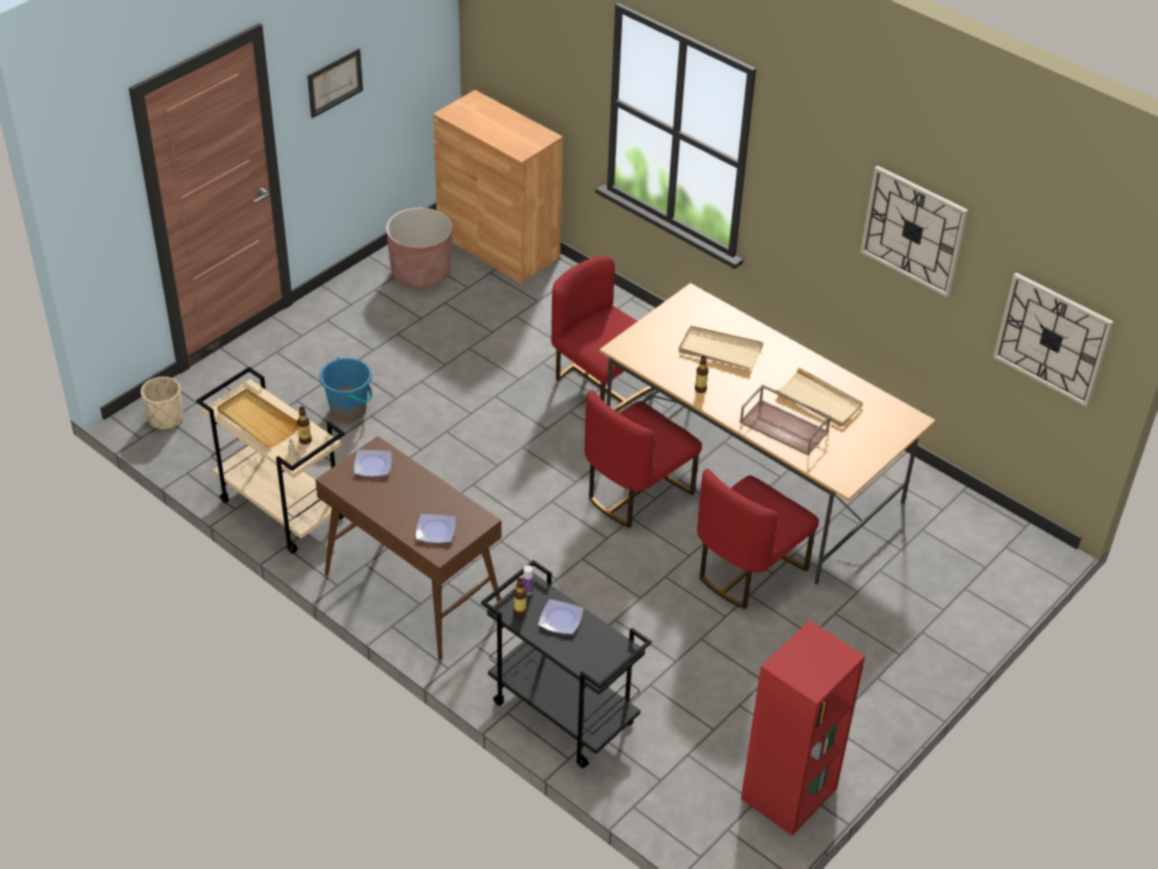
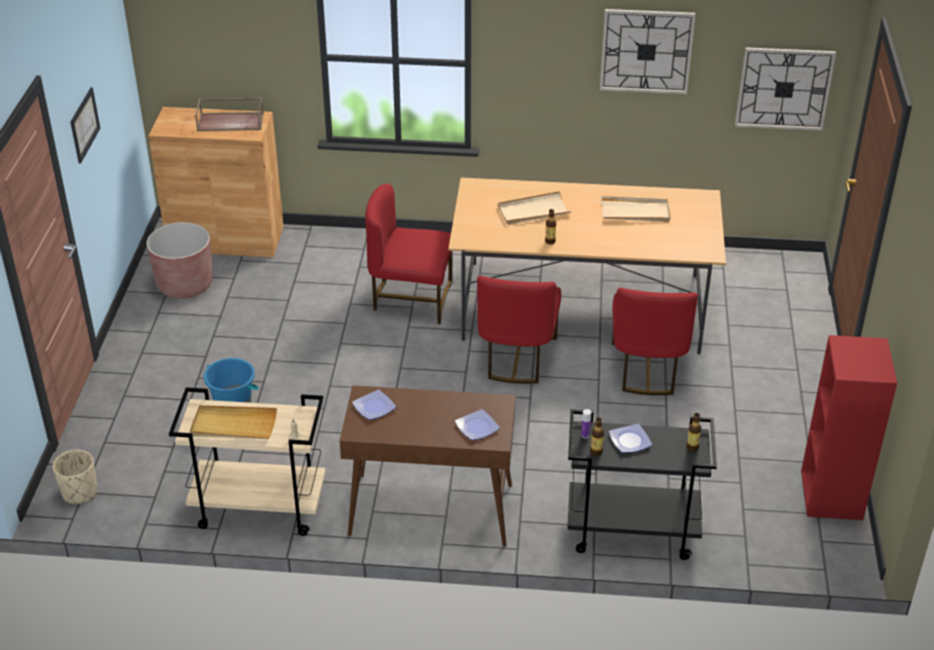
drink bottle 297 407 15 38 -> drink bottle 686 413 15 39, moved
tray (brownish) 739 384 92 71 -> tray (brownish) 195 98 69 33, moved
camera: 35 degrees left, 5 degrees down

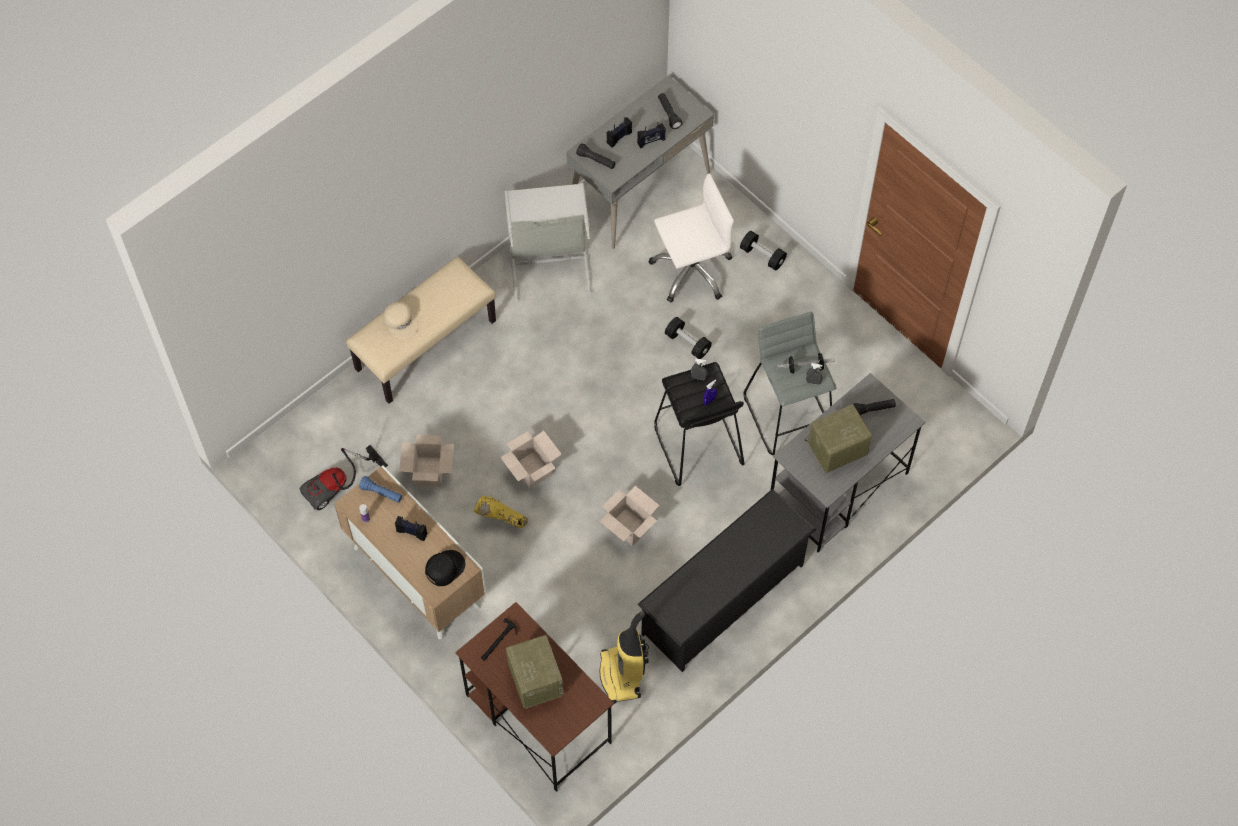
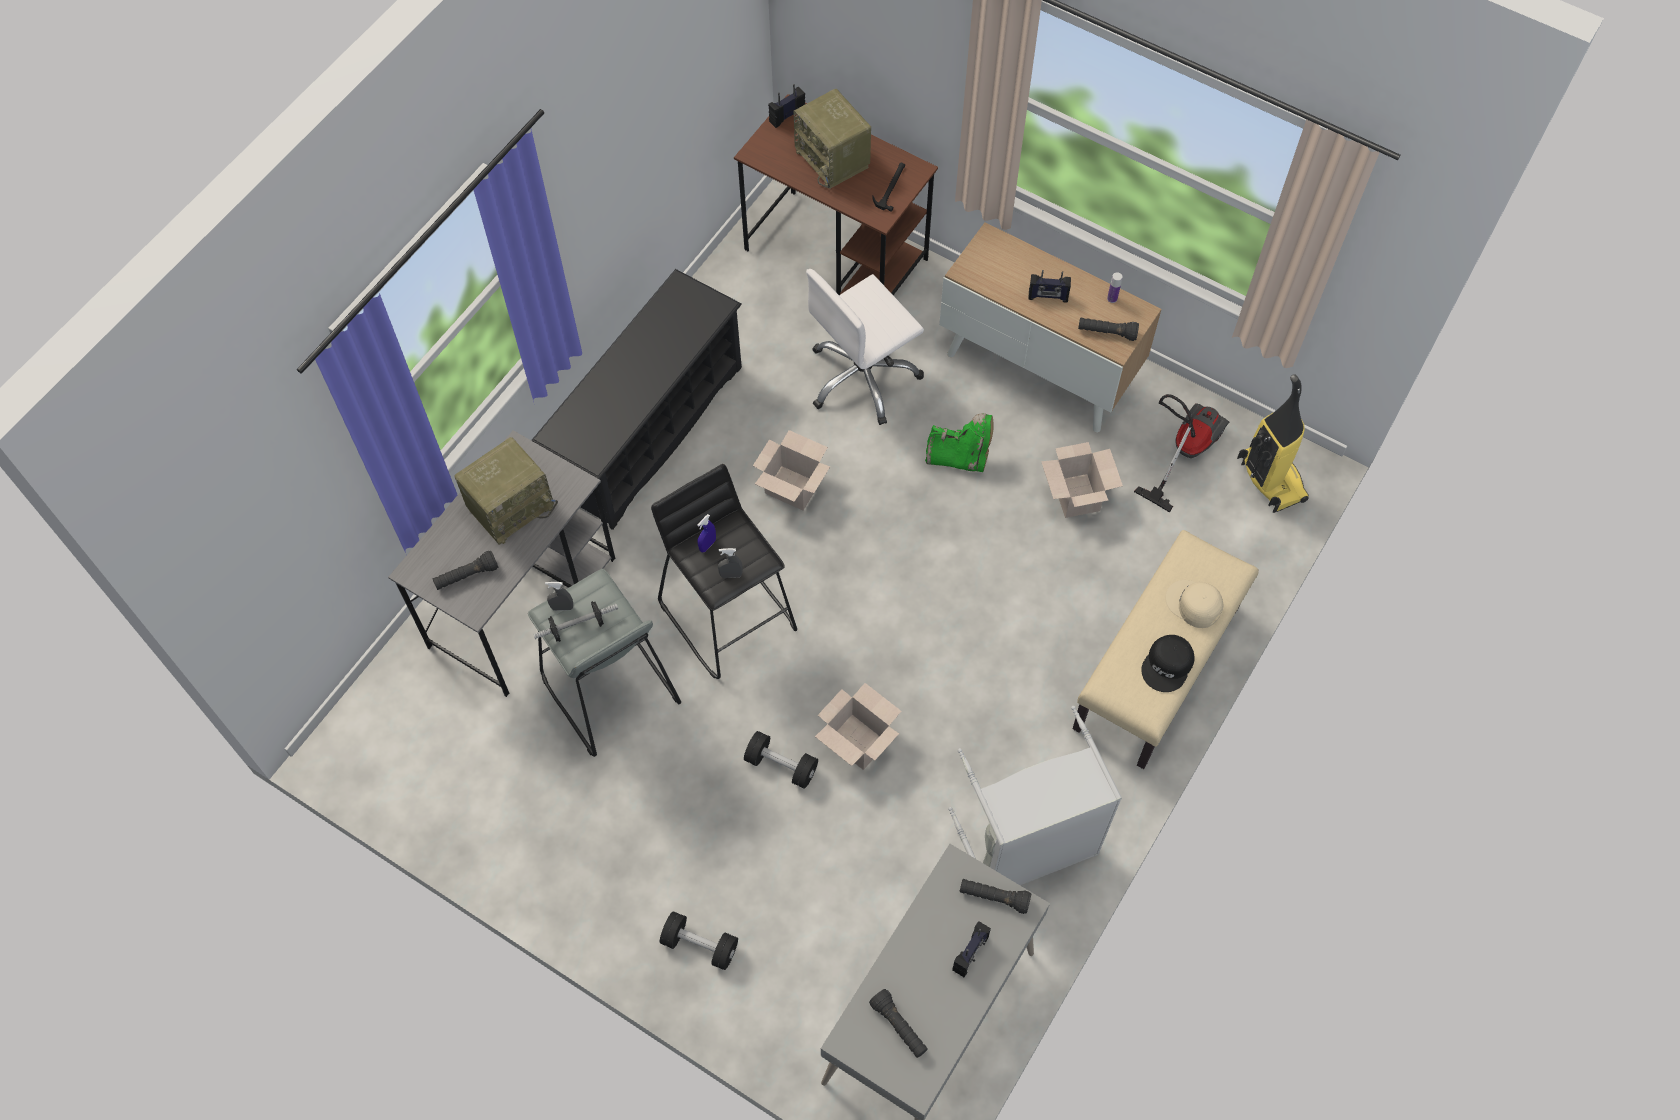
cap (black) 425 550 40 36 -> cap (black) 1141 635 54 57, moved
cardboard box 500 431 62 57 -> cardboard box 815 683 86 87, moved
vacuum cleaner 599 611 50 92 -> vacuum cleaner 1237 374 72 139, moved
radio 637 122 29 26 -> radio 768 84 37 44, moved
desk chair (whitish) 649 173 85 130 -> desk chair (whitish) 806 269 118 156, moved
hand torch (blue-coloured) 359 476 43 27 -> hand torch (black) 1078 318 61 23
high-top boot (yellow-coloured) 474 496 54 32 -> high-top boot (greenish) 925 413 69 59
camera: 165 degrees right, 0 degrees up

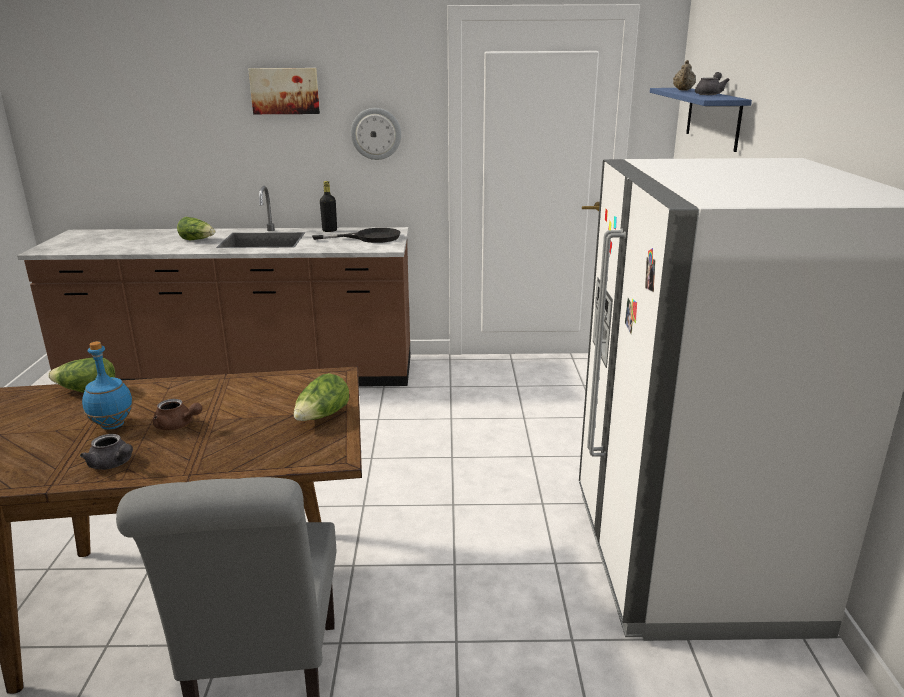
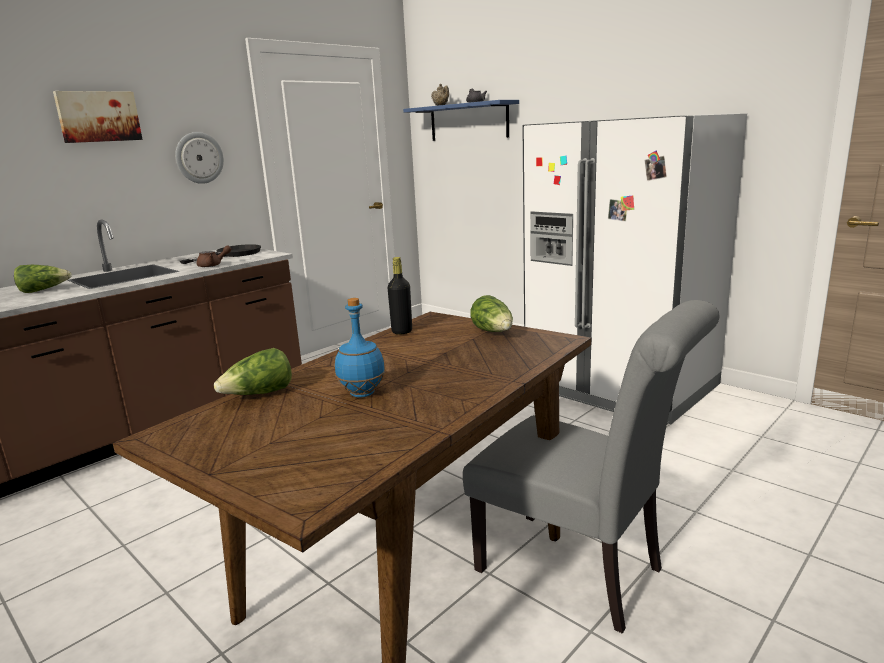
tea pot (greyish) 80 434 53 36 -> none
tea pot (brownish) 153 399 49 31 -> tea pot (brownish) 197 246 35 21, moved
drink bottle (black) 320 181 17 51 -> drink bottle (black) 388 257 24 78, moved
camera: 45 degrees left, 5 degrees down

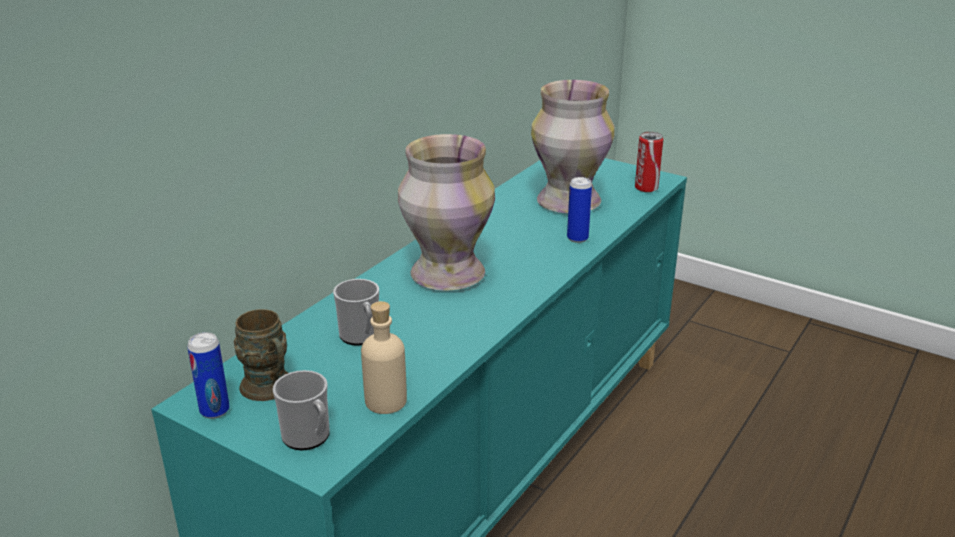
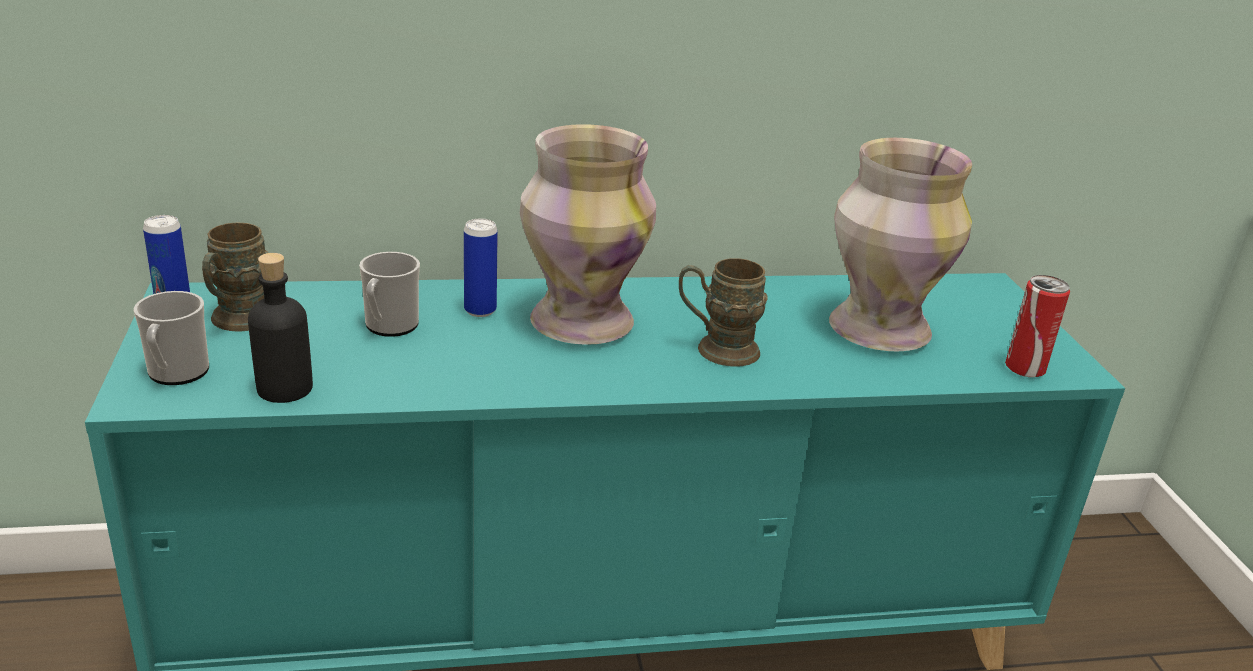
none -> tea mug (brownish) 679 258 89 109
sealed can 567 177 25 66 -> sealed can 464 218 34 99, moved
drink bottle (sand-coloured) 361 301 46 113 -> drink bottle (black) 248 253 65 150
camera: 45 degrees right, 0 degrees up

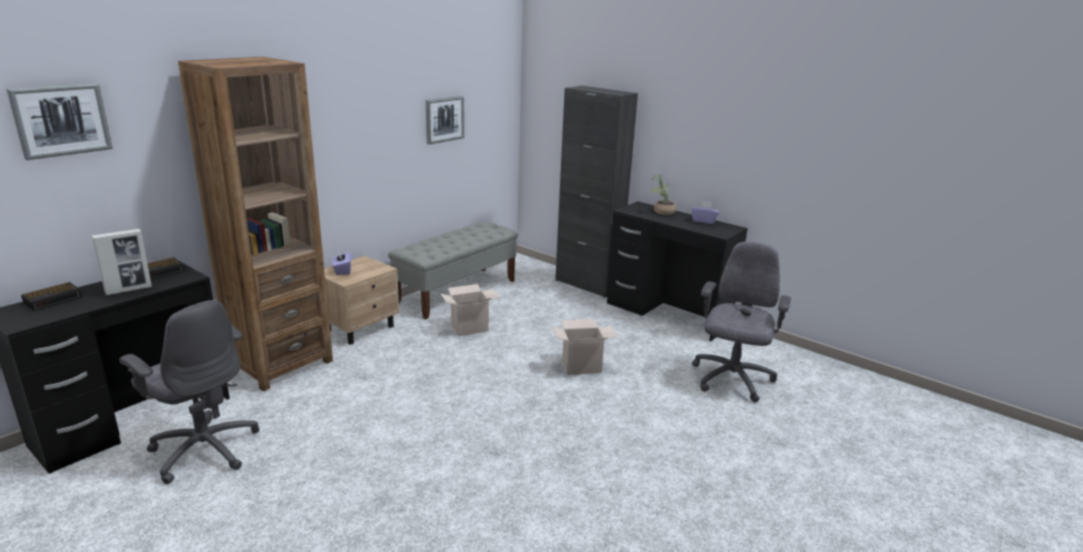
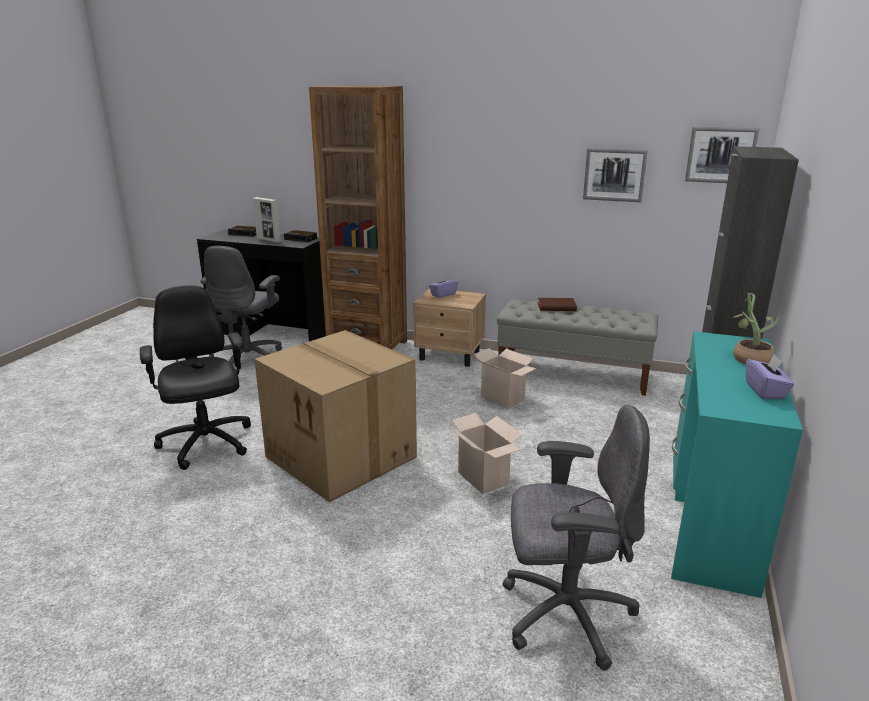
none -> desk chair (black) 140 285 111 185
none -> cardboard box 254 330 163 172
none -> book (brownish) 538 298 39 13
wall art 6 83 107 77 -> wall art 685 127 75 56, moved
desk table (black) 606 201 142 140 -> desk table (turquoise-coloured) 671 331 132 267
camera: 70 degrees right, 0 degrees up

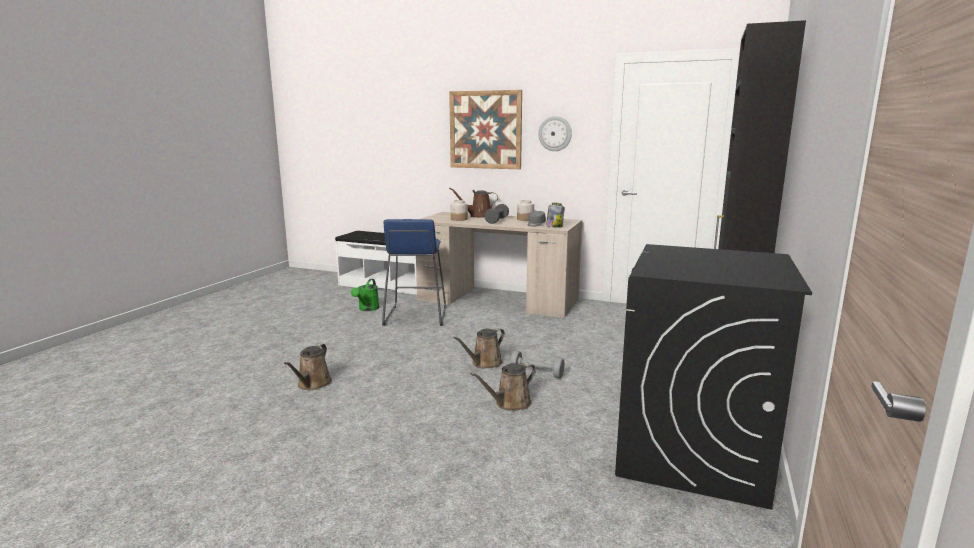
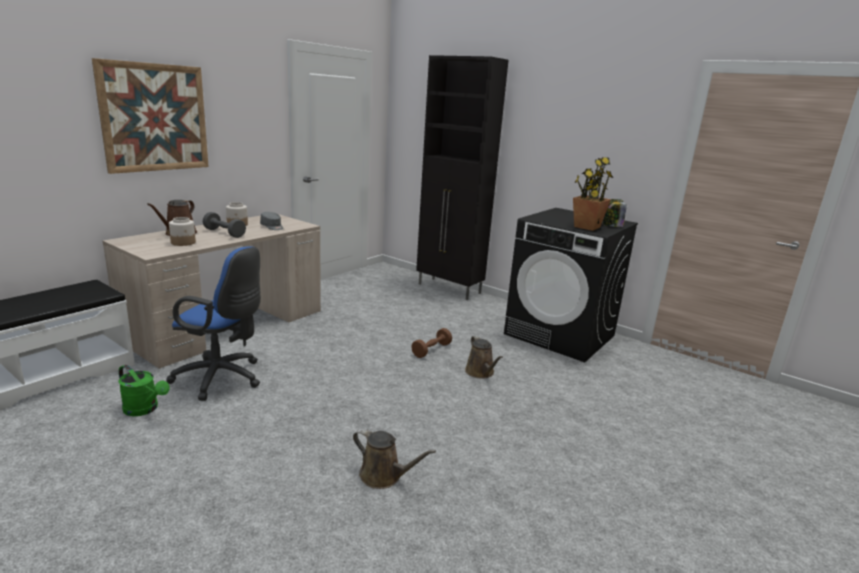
watering pot (brownish) 453 328 52 41 -> none
wall clock 538 116 34 35 -> none
none -> houseplant 573 157 40 74
jar 546 203 18 25 -> jar 603 199 24 28, moved
sitting stool (blue-coloured) 382 219 64 107 -> desk chair (blue-coloured) 166 246 95 155
dumbbell (greyish) 510 351 55 27 -> dumbbell (brownish) 411 328 41 30
camera: 75 degrees left, 5 degrees up

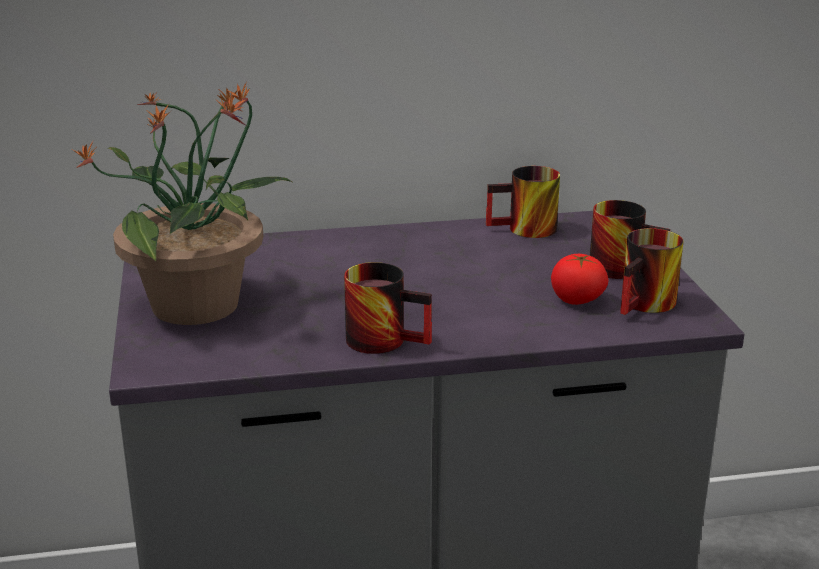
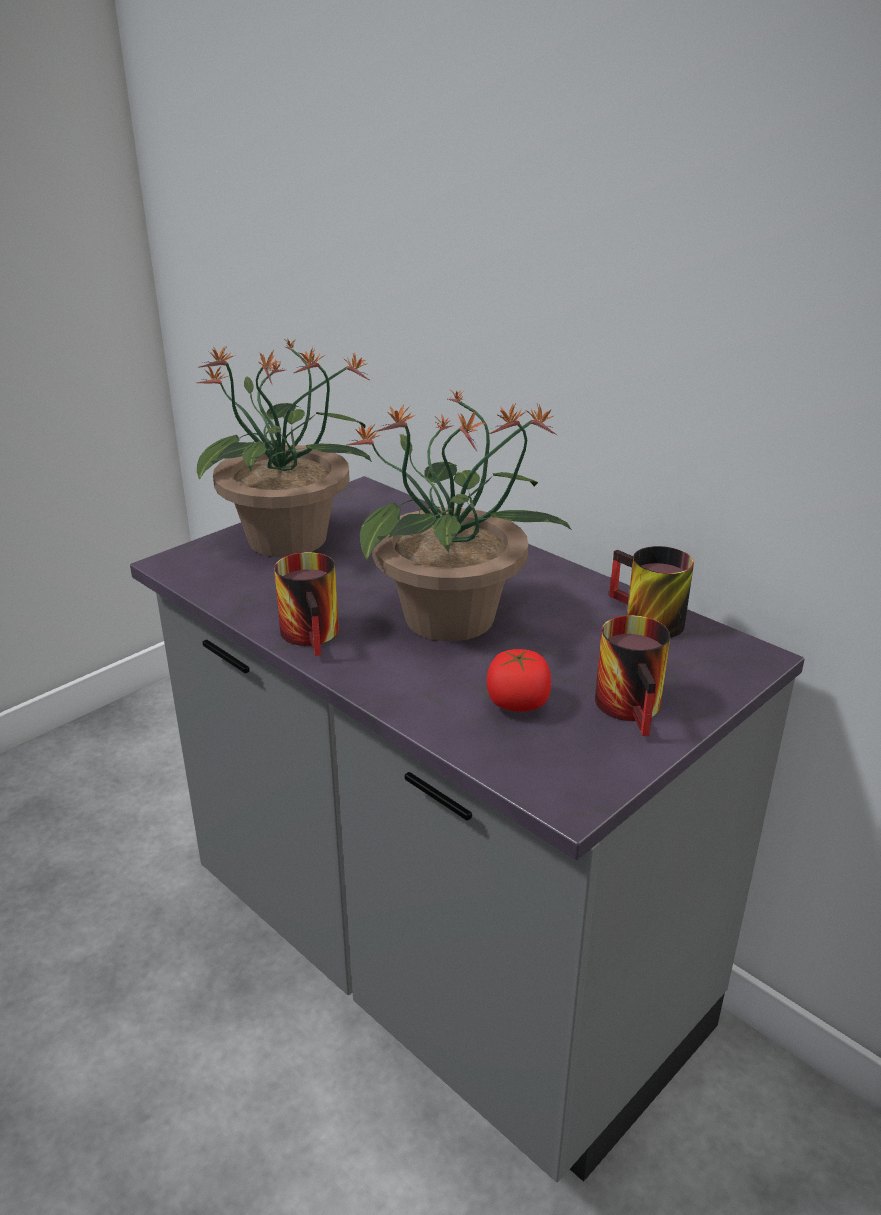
tea mug 620 228 64 87 -> none
none -> houseplant 346 389 226 252
camera: 55 degrees right, 5 degrees up

